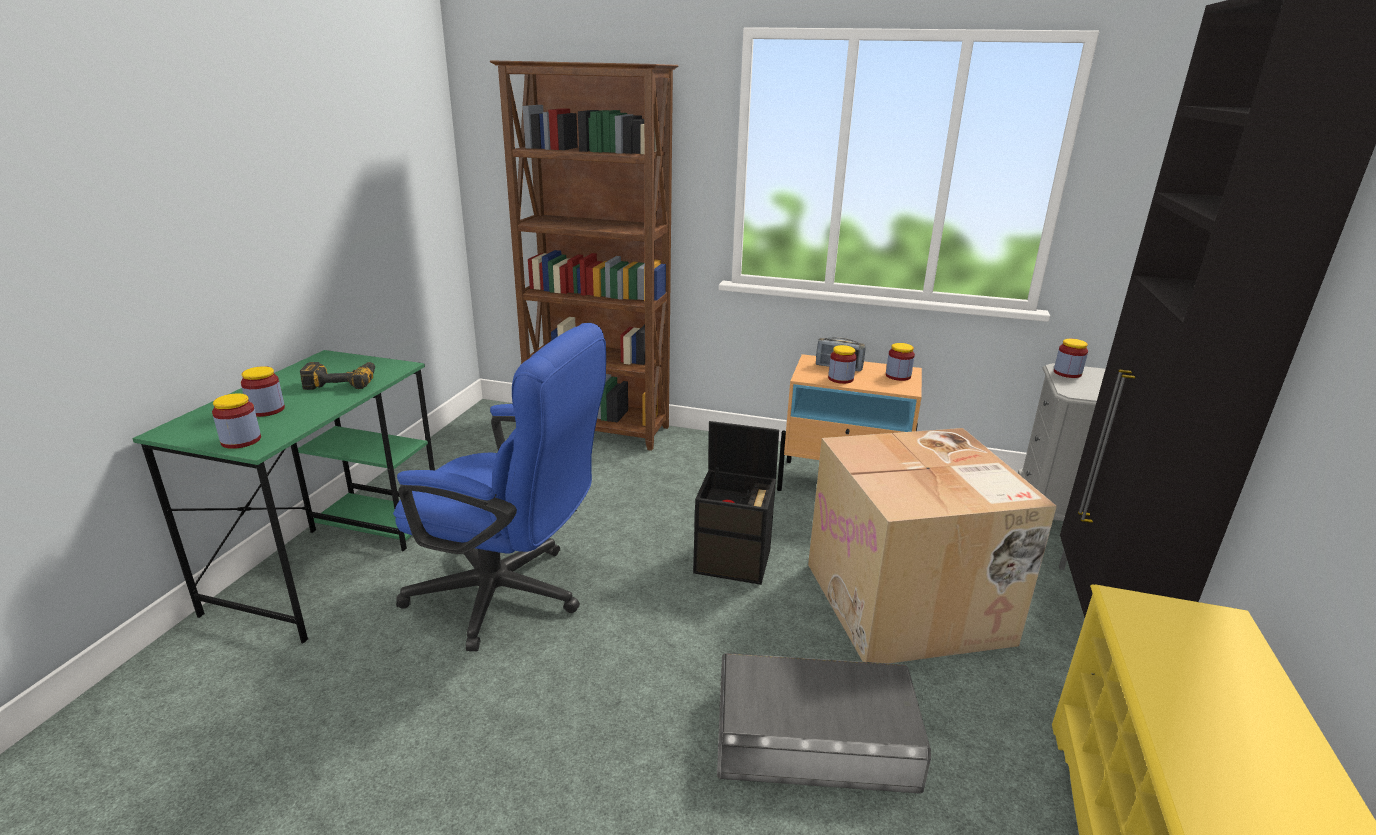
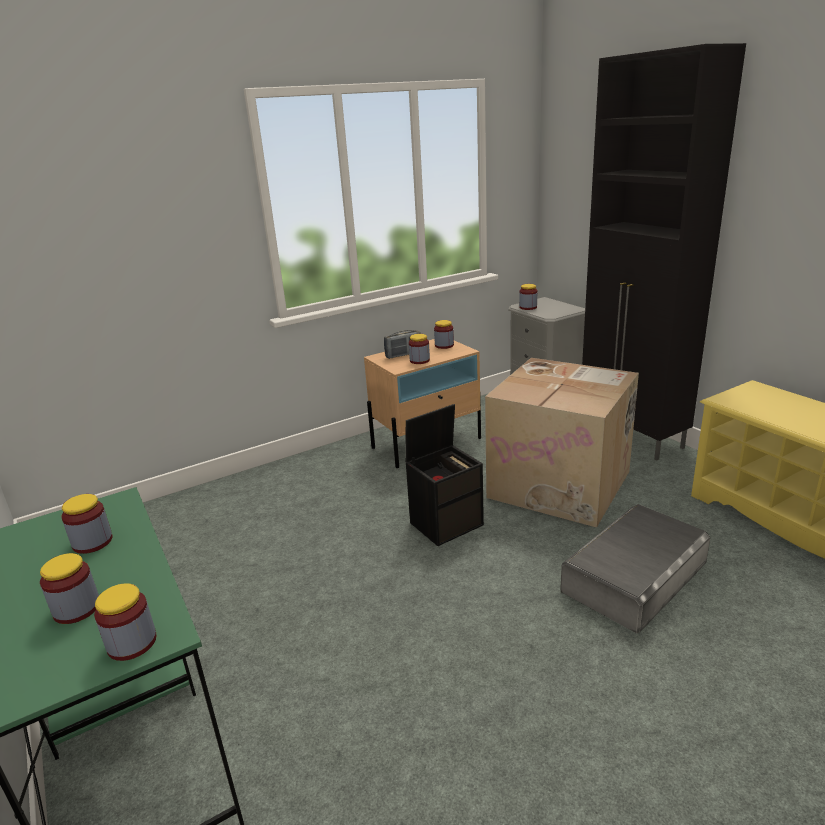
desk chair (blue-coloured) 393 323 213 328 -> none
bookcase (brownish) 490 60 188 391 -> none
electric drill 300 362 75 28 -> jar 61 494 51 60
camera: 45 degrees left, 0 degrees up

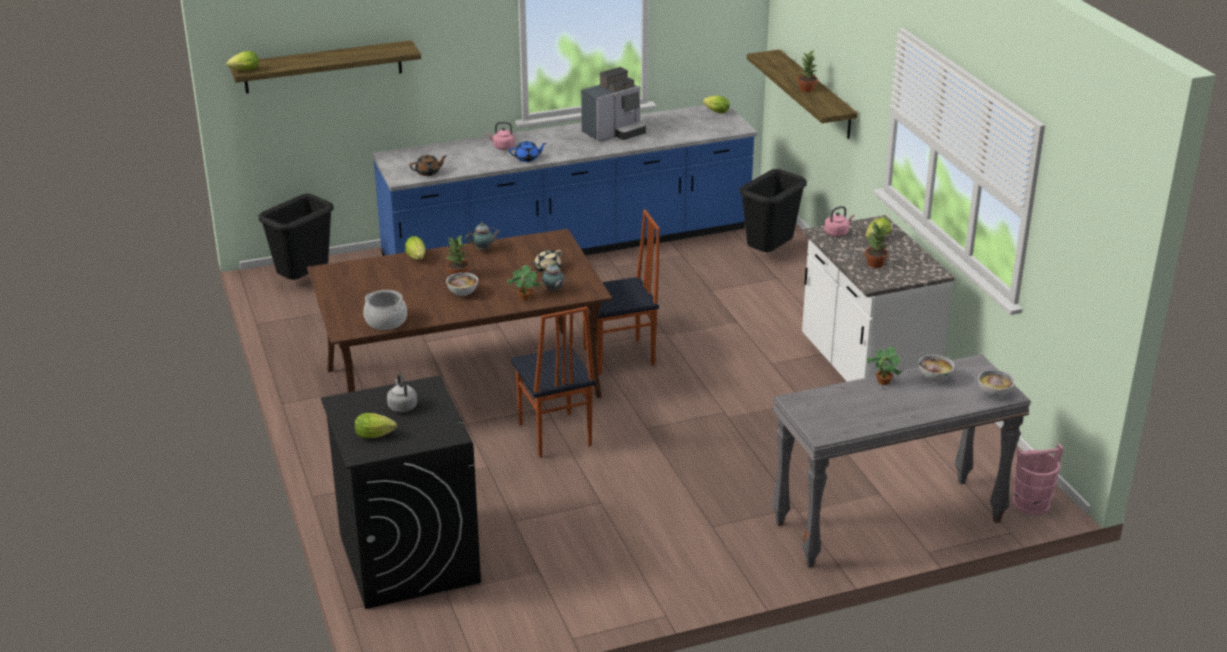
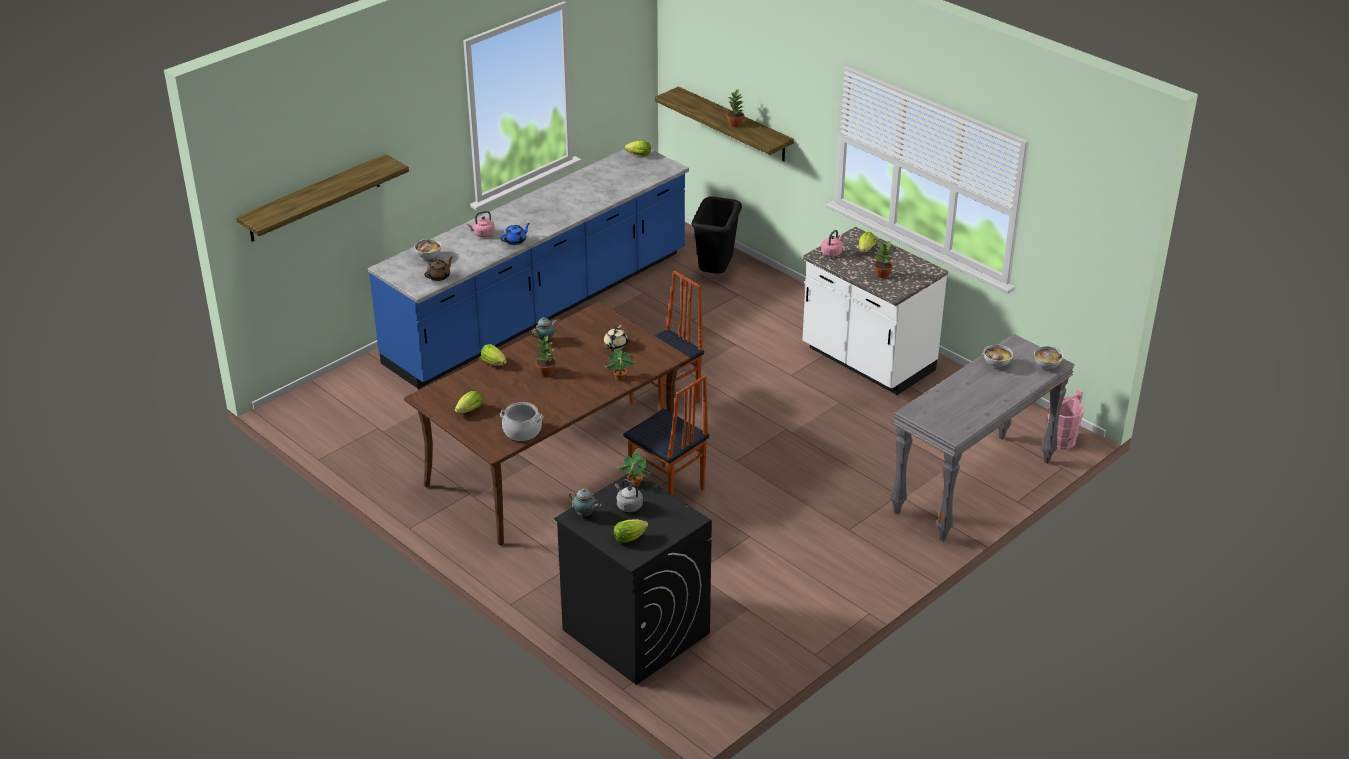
waste bin (black) 259 194 75 86 -> none
coffee maker 581 67 65 74 -> none
lettuce head 226 51 33 19 -> lettuce head 455 391 28 22, moved
serving bowl 446 272 32 24 -> serving bowl 414 239 27 20, moved
tea pot 542 263 23 29 -> tea pot 569 488 32 28, moved
houseplant 867 347 37 38 -> houseplant 617 451 36 36, moved
camera: 25 degrees left, 5 degrees up

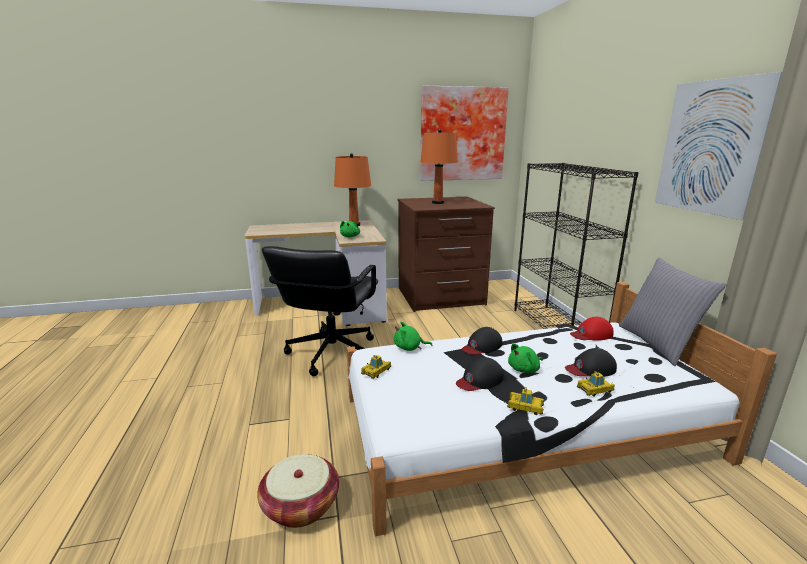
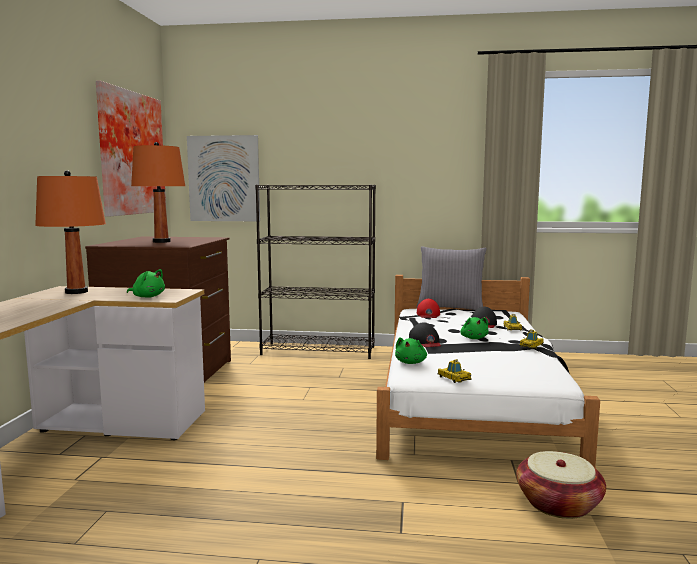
desk chair (black) 262 246 116 130 -> none
cap (black) 456 357 48 34 -> none
wall art 655 72 127 148 -> wall art 187 135 73 86, moved
camera: 70 degrees left, 10 degrees down

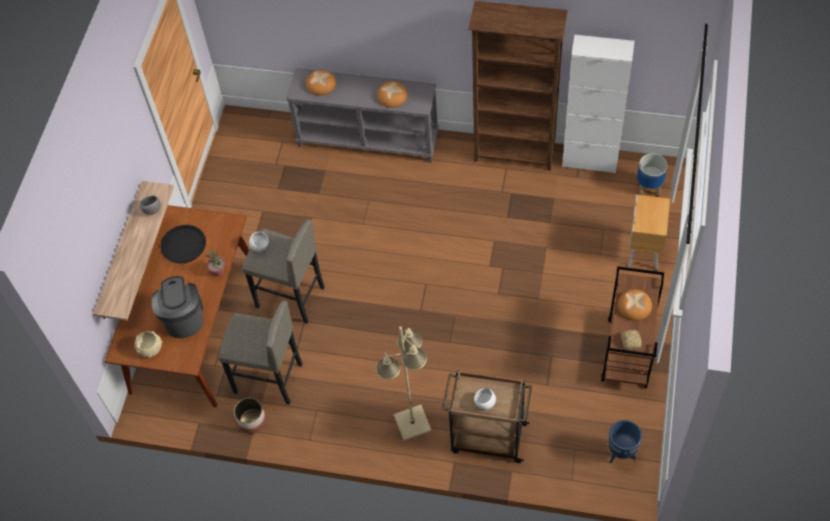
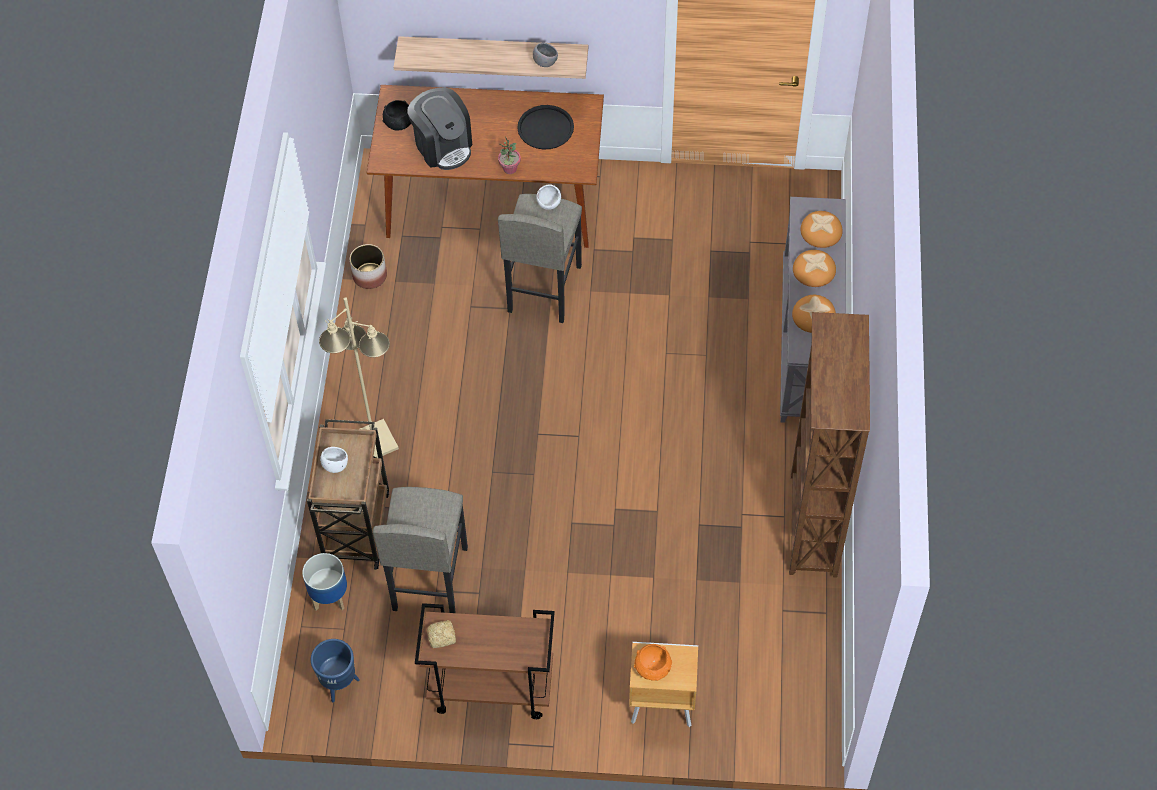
cabinet (whitish) 562 35 73 138 -> none
none -> serving bowl (orange-coloured) 634 644 38 37
sitting stool (greyish) 218 301 85 104 -> sitting stool (greyish) 373 487 95 126, moved
bakery bread 618 289 34 32 -> bakery bread 793 250 43 37, moved
planter 637 153 30 43 -> planter 302 553 45 57, moved
serving bowl (sand-coloured) 135 331 27 26 -> serving bowl (black) 382 100 29 31
coffee maker 152 276 51 62 -> coffee maker 407 88 65 82, 75 degrees clockwise
camera: 80 degrees right, 0 degrees up

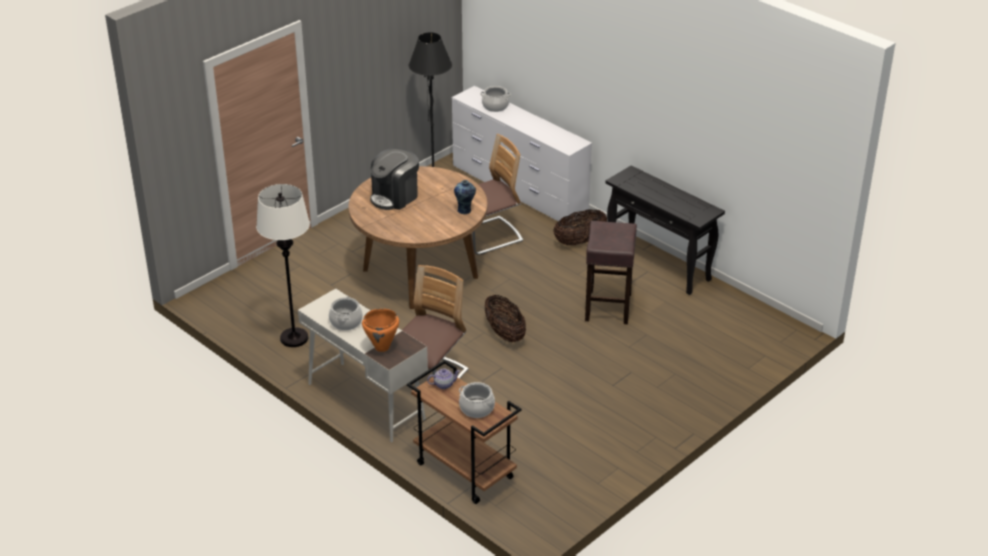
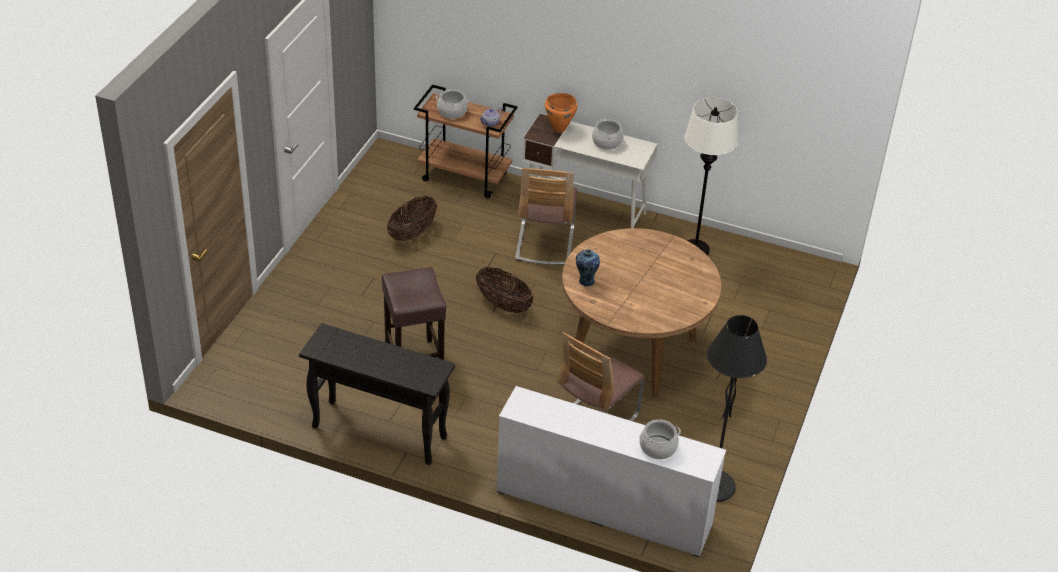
coffee maker 370 148 49 62 -> none
basket 554 209 53 36 -> basket 387 196 50 45, moved
camera: 155 degrees right, 5 degrees up

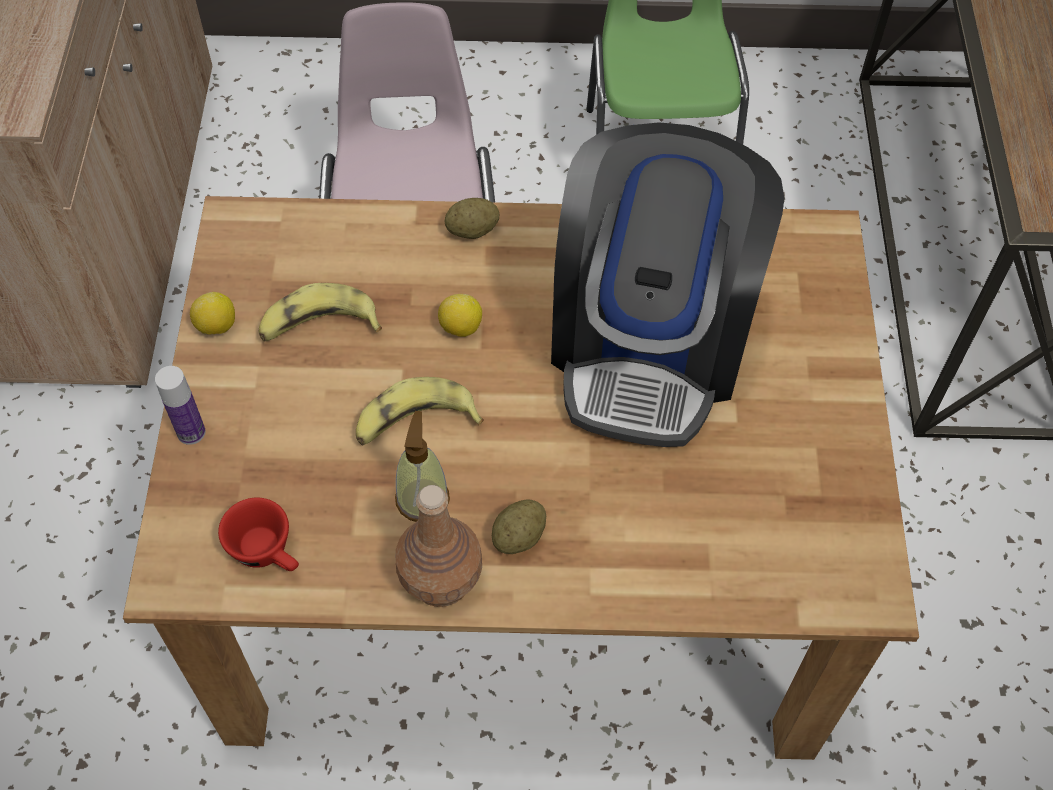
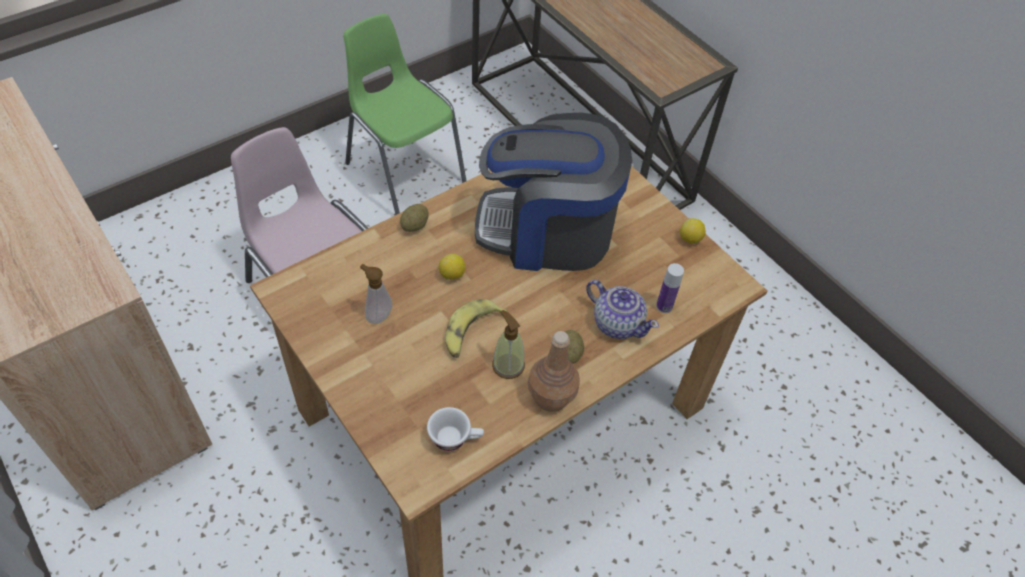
none -> tea pot 586 280 73 59
drink bottle 155 366 50 79 -> drink bottle 656 263 28 50, moved
citrus fruit 190 292 45 43 -> citrus fruit 680 219 26 25, moved
whole banana 259 283 123 59 -> soap dispenser 360 264 32 60
small cup (red) 218 498 81 73 -> small cup (whitish) 427 407 57 45
coffee maker 551 122 233 325 -> coffee maker 475 113 157 158, 120 degrees clockwise
camera: 40 degrees left, 5 degrees down

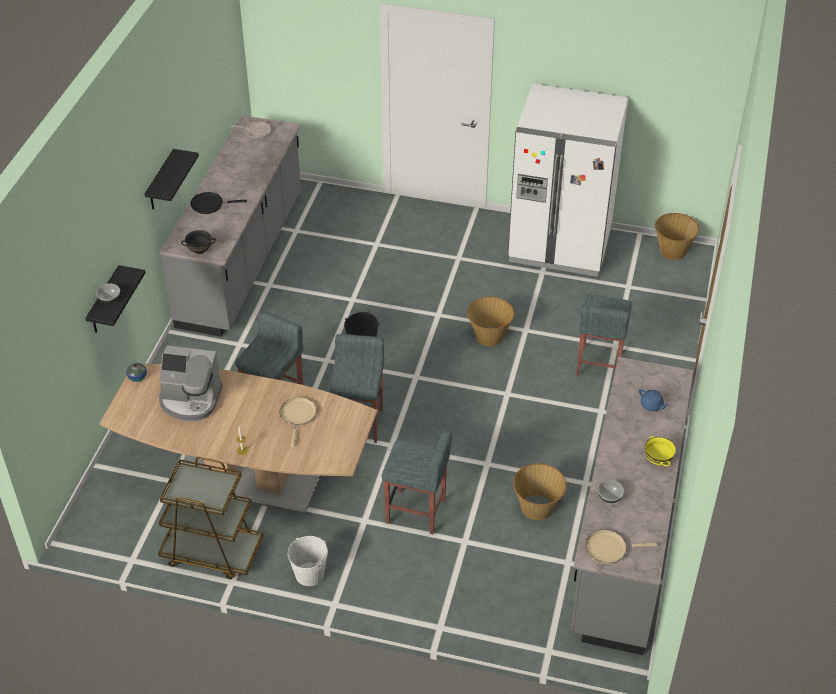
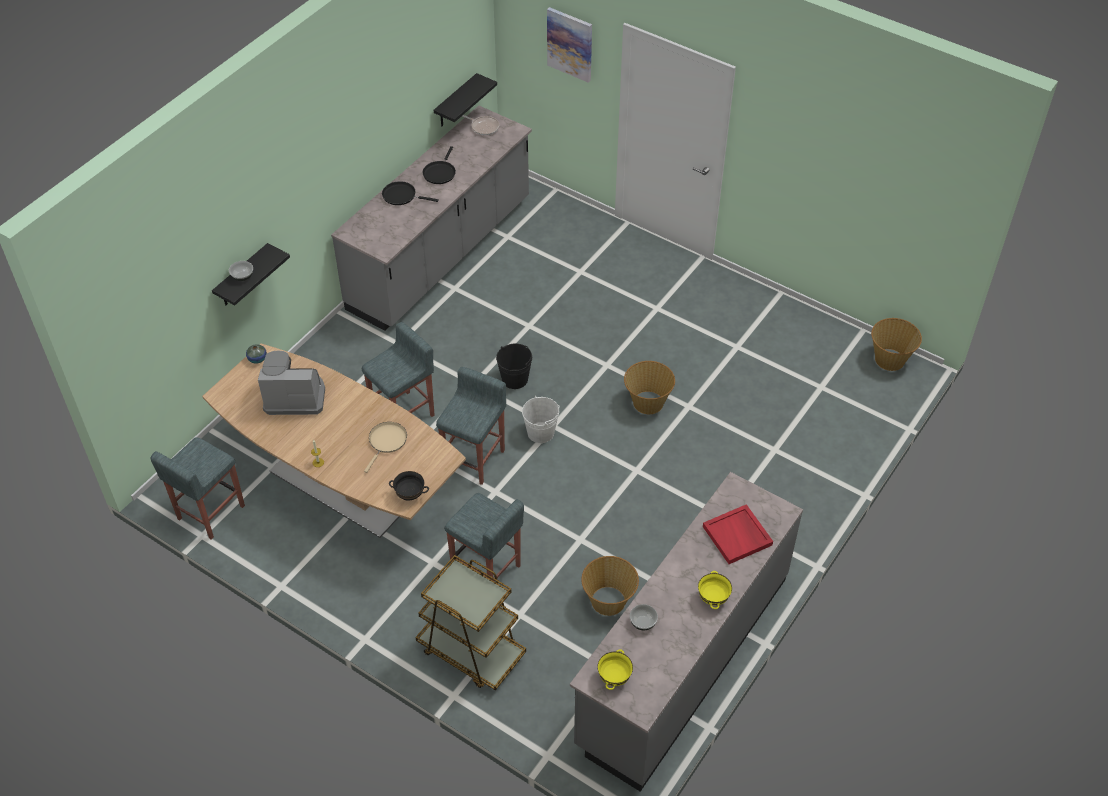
kitchen fridge (whitish) 508 84 120 193 -> none
none -> skillet (black) 422 146 34 38
none -> wall art 547 7 45 76
bracket shelf (black) 145 149 54 61 -> bracket shelf (black) 434 73 63 53, moved
cart (brownish) 158 457 105 122 -> cart (brownish) 416 555 110 135, moved
serving bowl (black) 181 230 35 24 -> serving bowl (black) 389 471 40 29, moved
water bucket (whitish) 287 536 41 50 -> water bucket (whitish) 522 396 37 47, moved
sitting stool (greyish) 576 295 56 81 -> sitting stool (greyish) 151 437 94 103, moved
skillet (sand-coloured) 585 530 72 34 -> serving bowl (yellow-coloured) 597 649 36 41
tea pot (blue-coloured) 639 389 30 22 -> tray (red) 703 504 70 60
coffee maker 159 345 64 76 -> coffee maker 258 350 67 65, 150 degrees clockwise
camera: 20 degrees right, 5 degrees up

